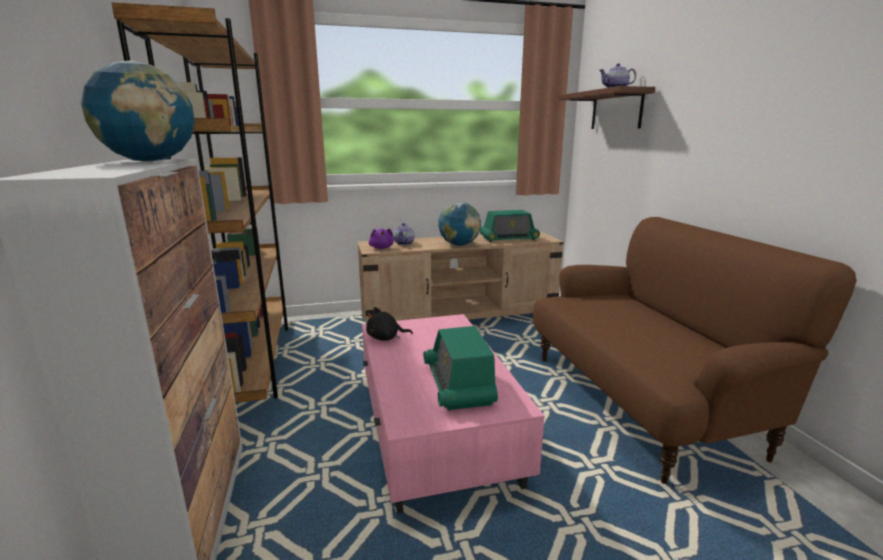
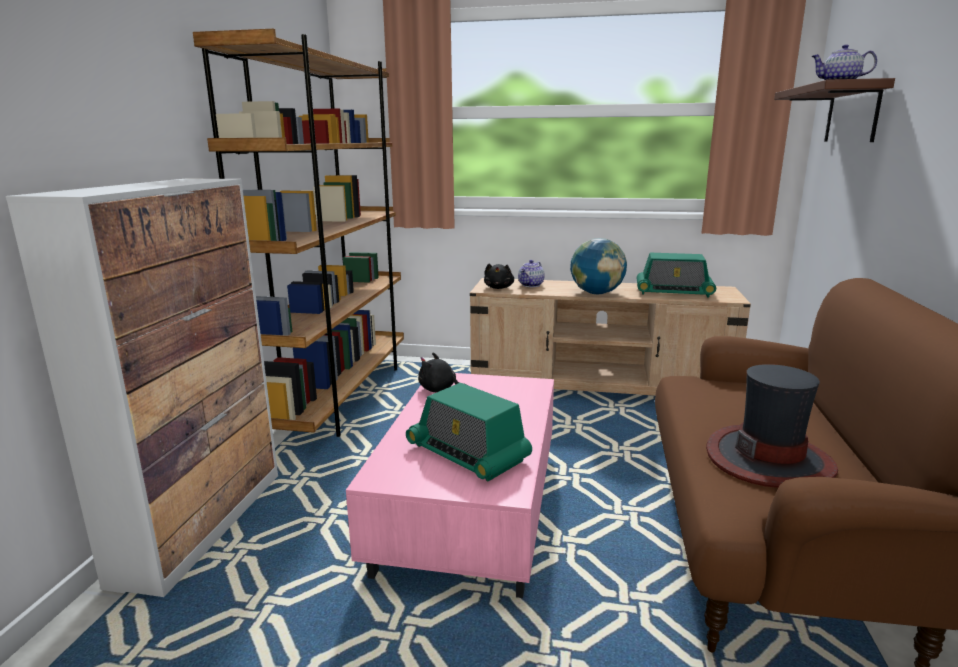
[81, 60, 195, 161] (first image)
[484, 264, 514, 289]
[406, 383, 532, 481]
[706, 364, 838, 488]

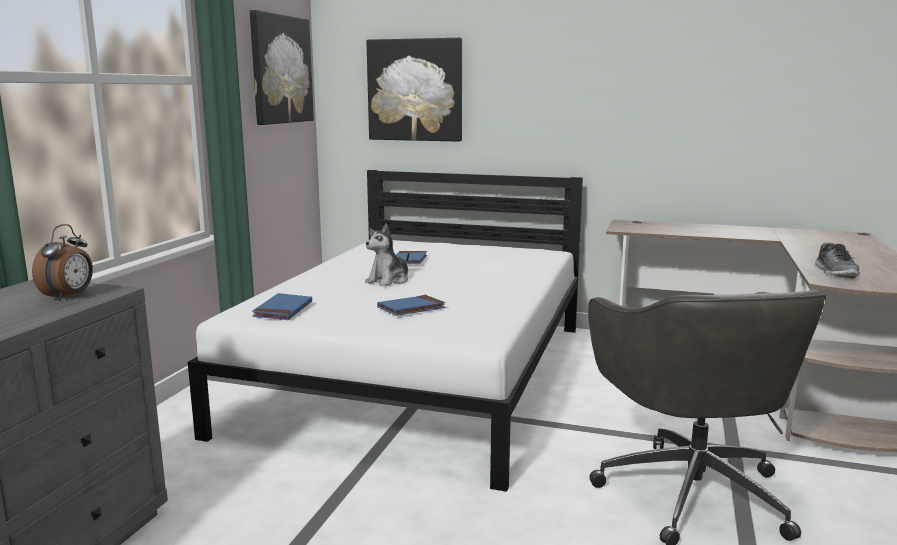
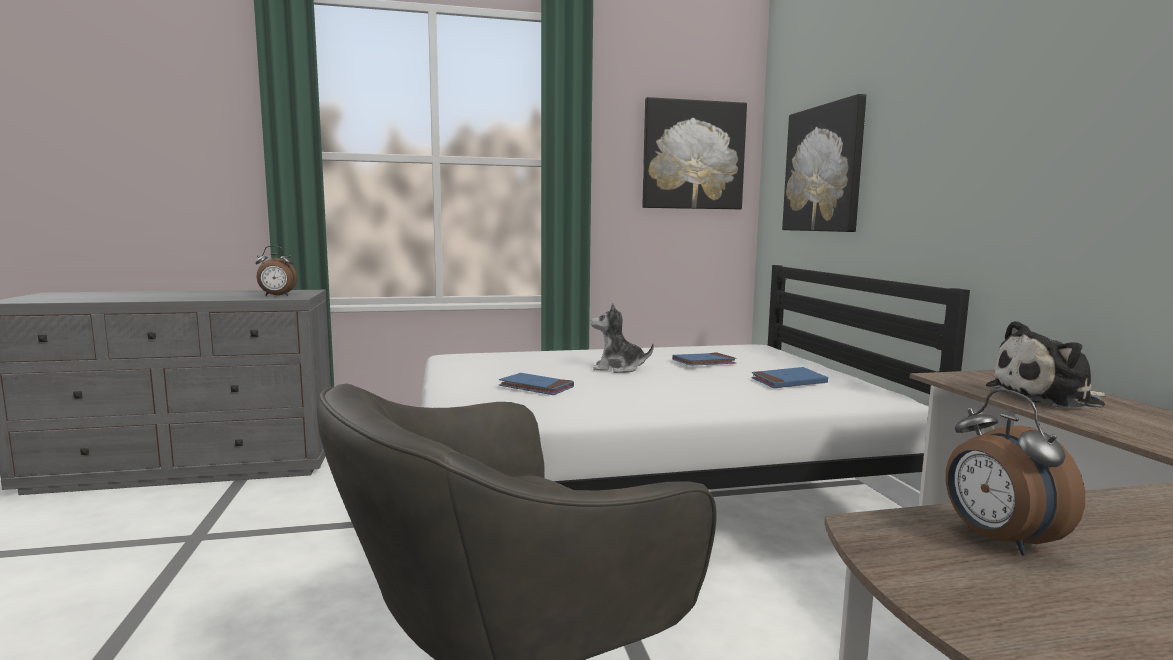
[946, 389, 1085, 556]
[751, 367, 828, 388]
[986, 321, 1106, 408]

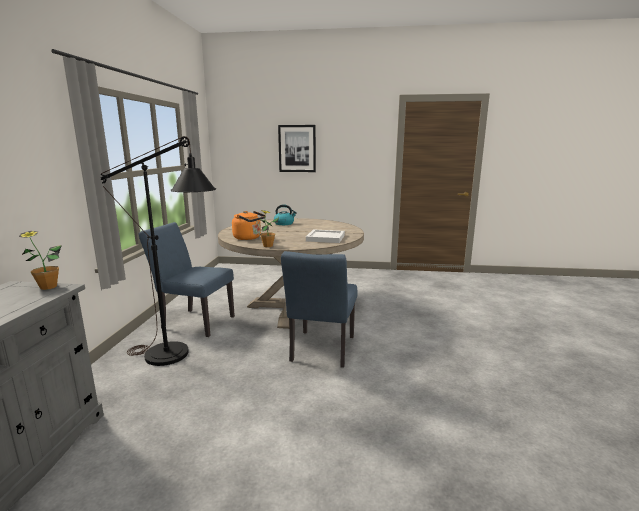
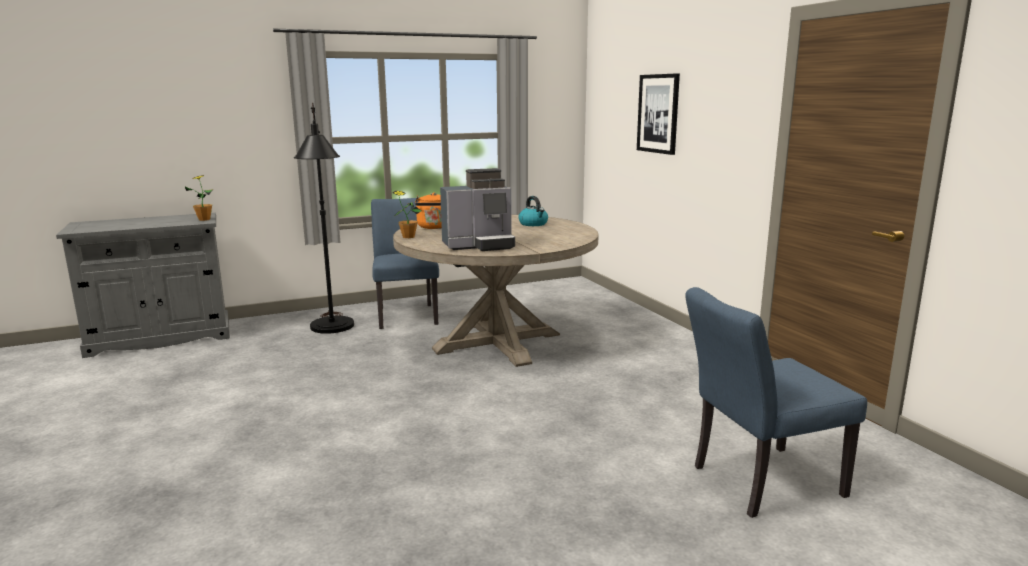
[440, 168, 515, 251]
[685, 287, 867, 518]

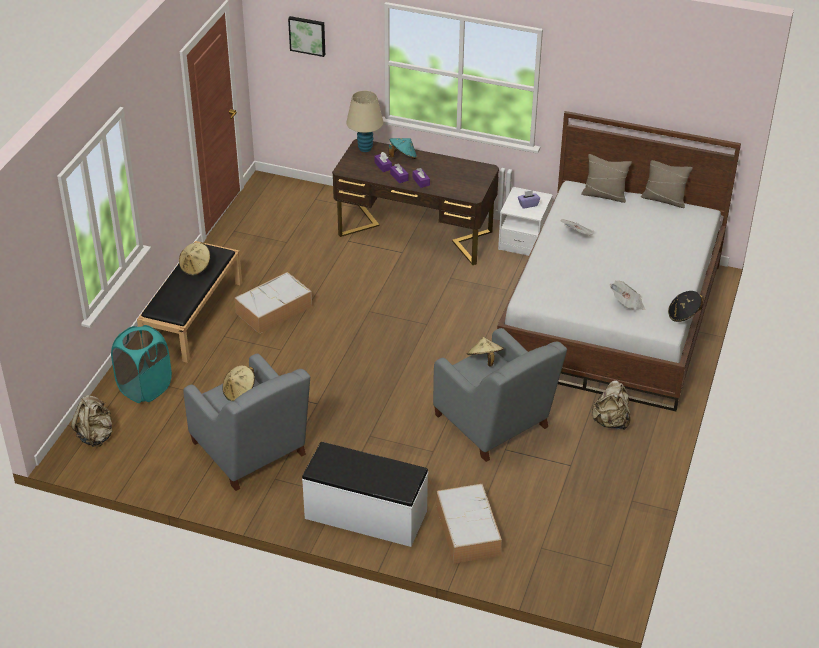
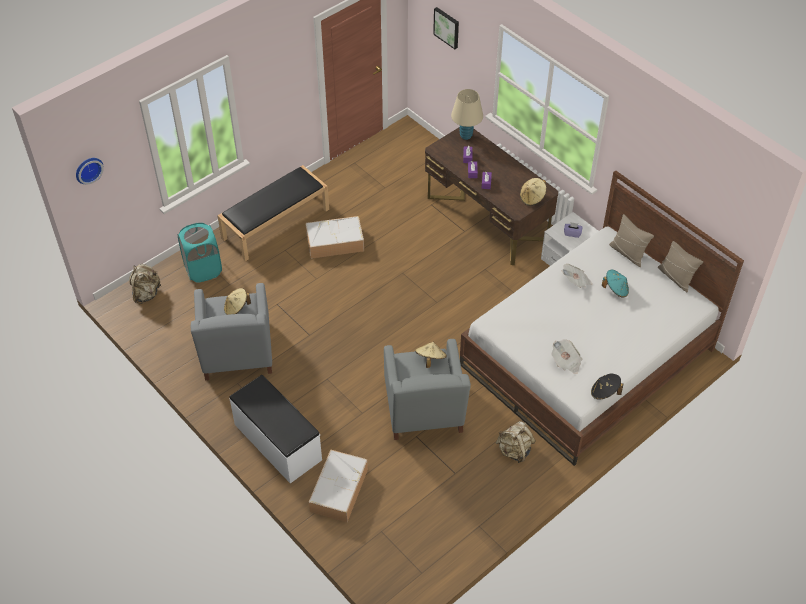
[602, 270, 629, 298]
[520, 178, 547, 206]
[76, 158, 104, 185]

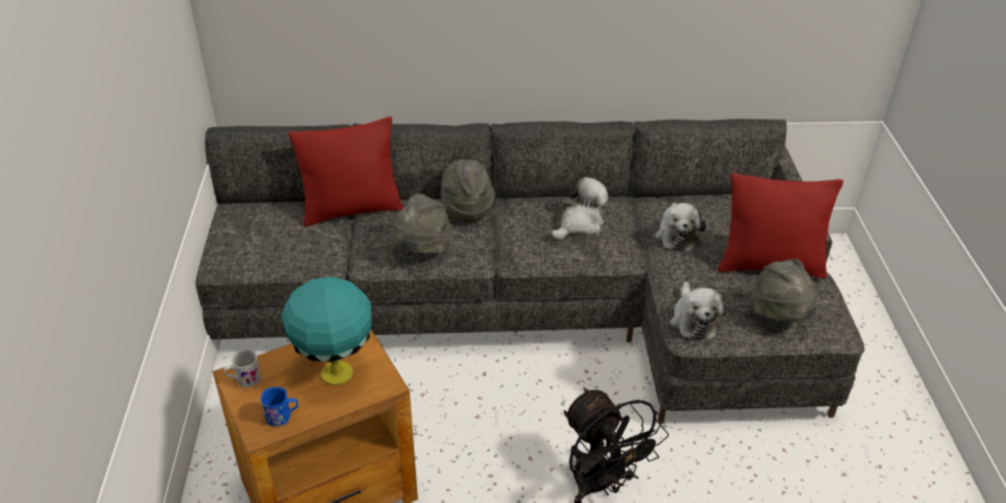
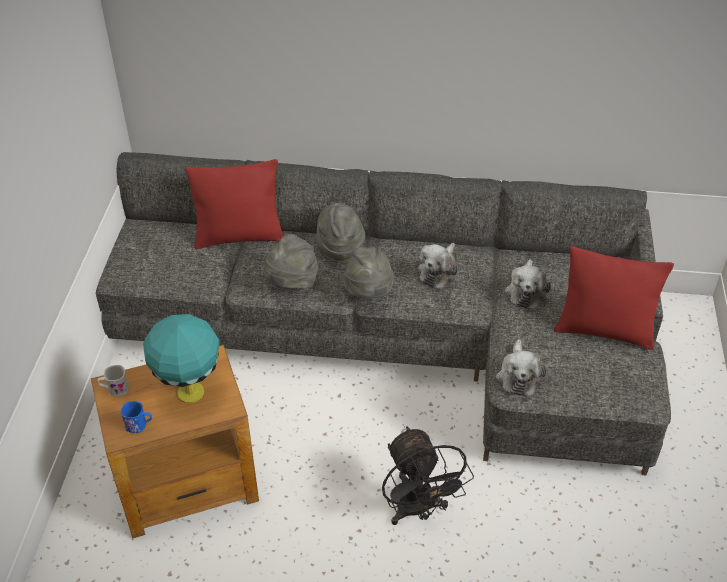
[418, 243, 458, 290]
[342, 246, 395, 298]

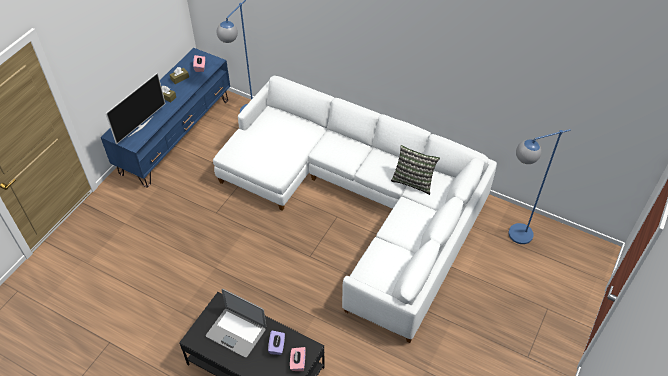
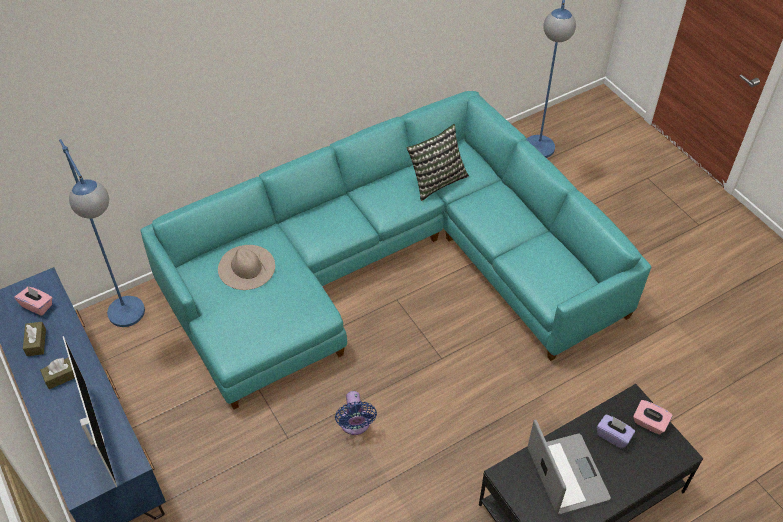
[141, 91, 651, 410]
[528, 419, 611, 515]
[218, 245, 275, 290]
[335, 391, 377, 435]

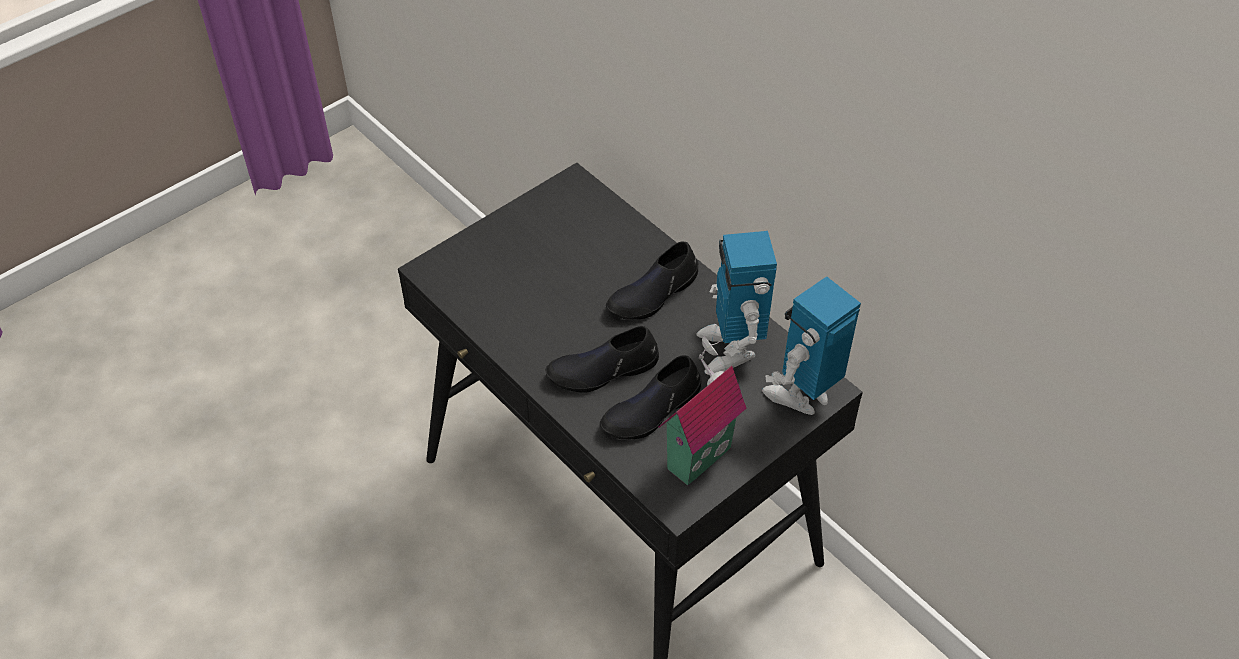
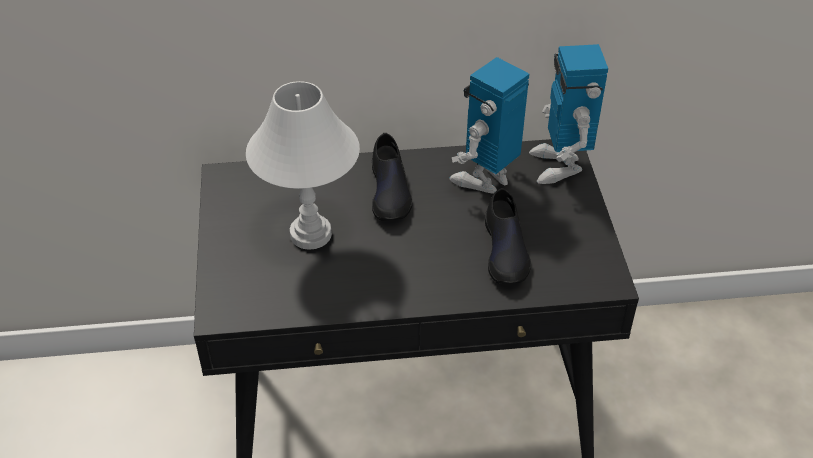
[449, 57, 530, 194]
[545, 326, 659, 393] (first image)
[658, 335, 746, 486] (first image)
[246, 81, 360, 250]

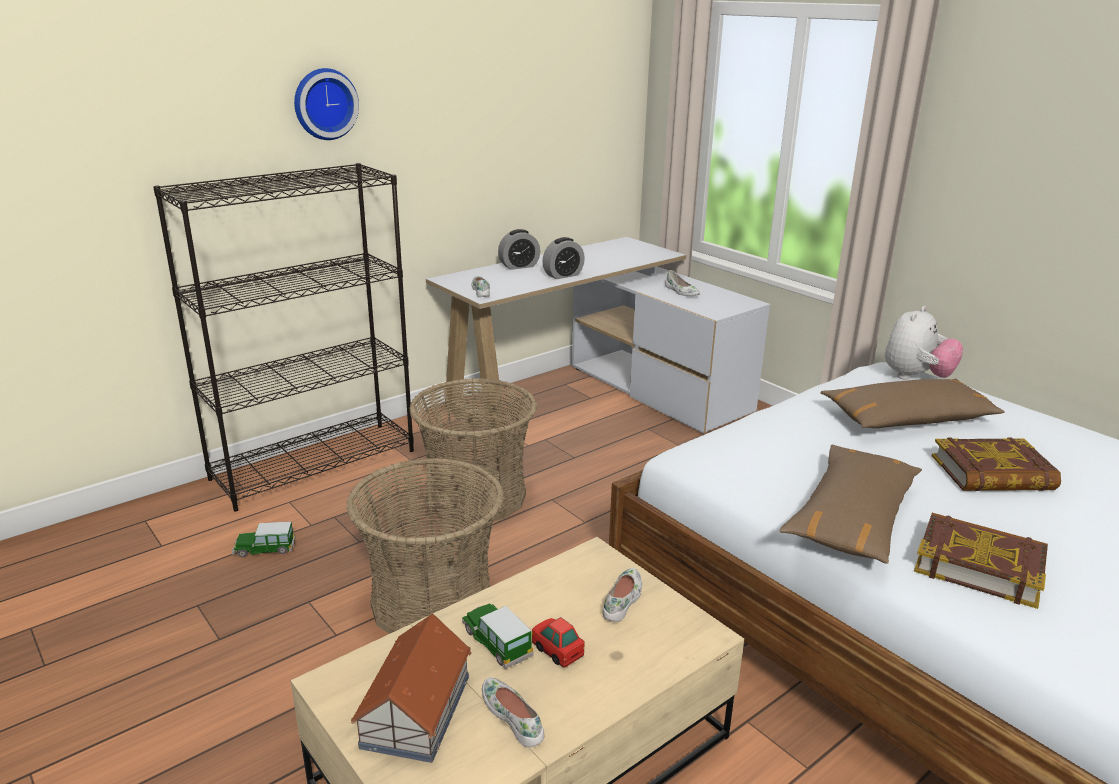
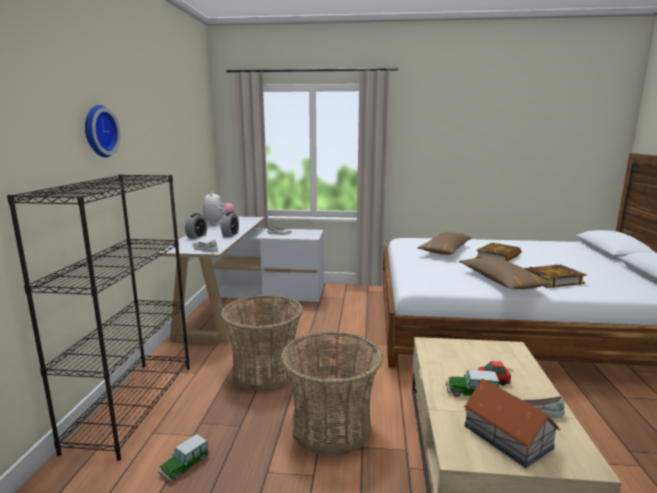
[203, 191, 234, 225]
[603, 568, 642, 622] (first image)

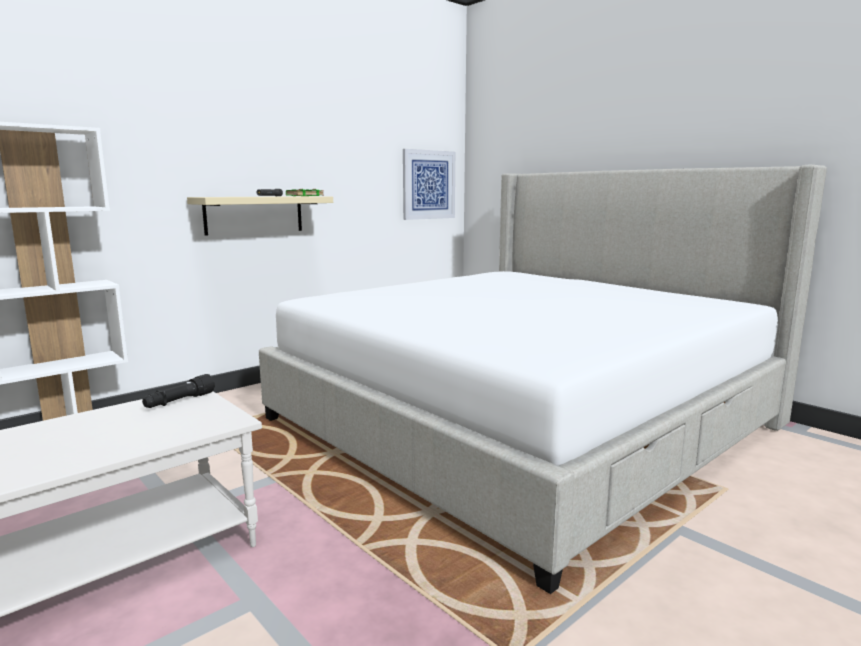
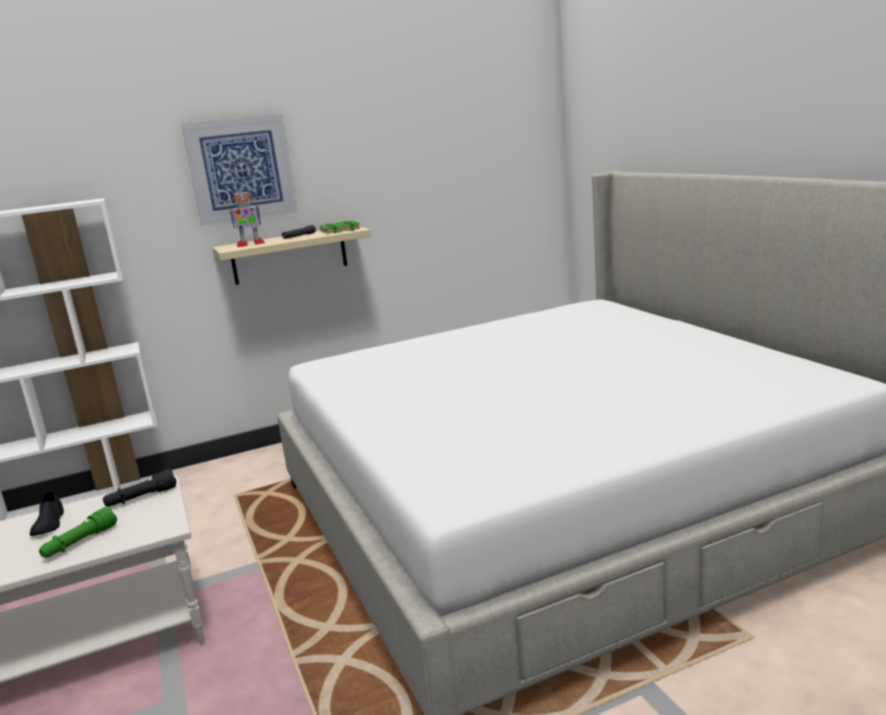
[181, 114, 298, 226]
[229, 190, 265, 247]
[30, 490, 64, 536]
[39, 507, 117, 558]

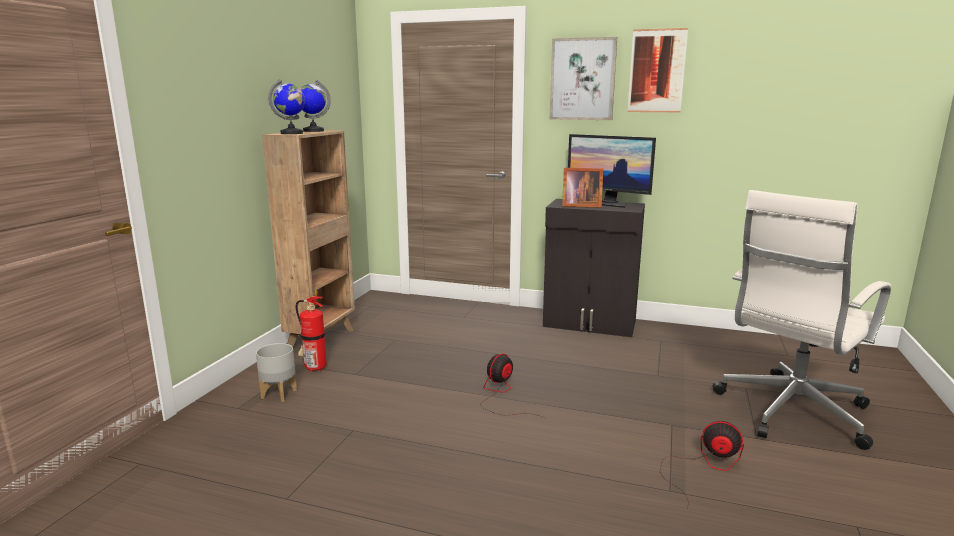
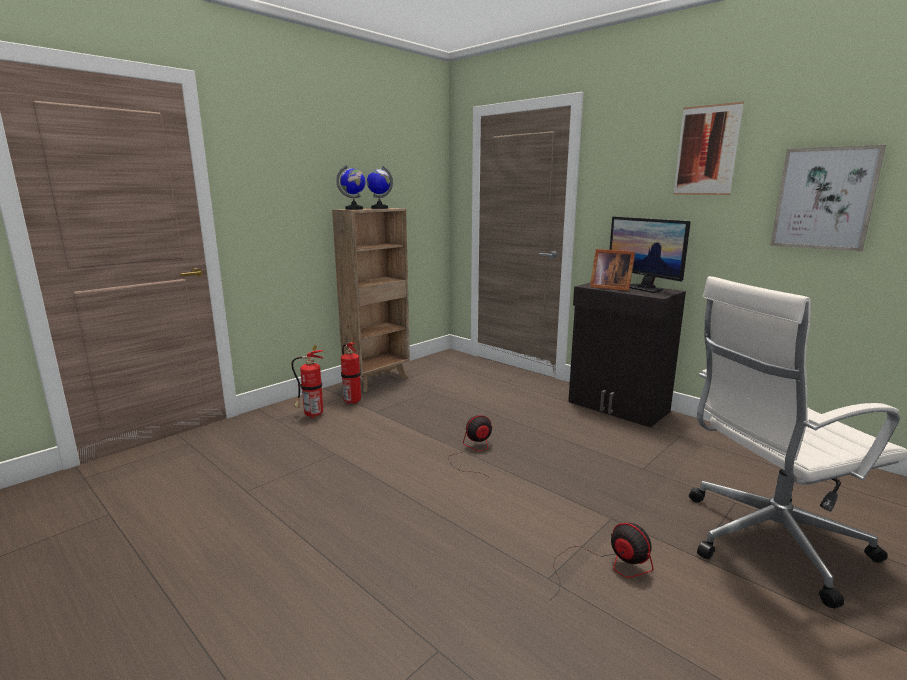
[770, 145, 886, 252]
[291, 345, 324, 418]

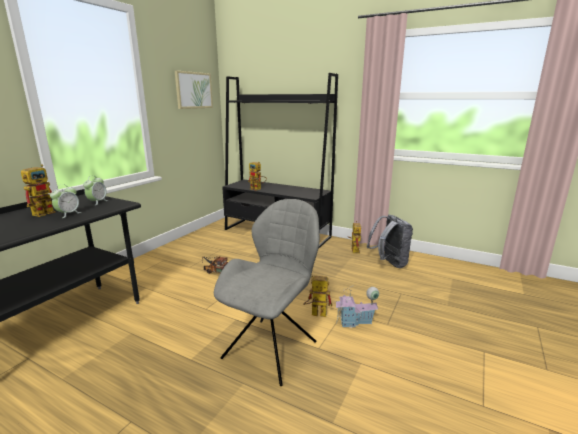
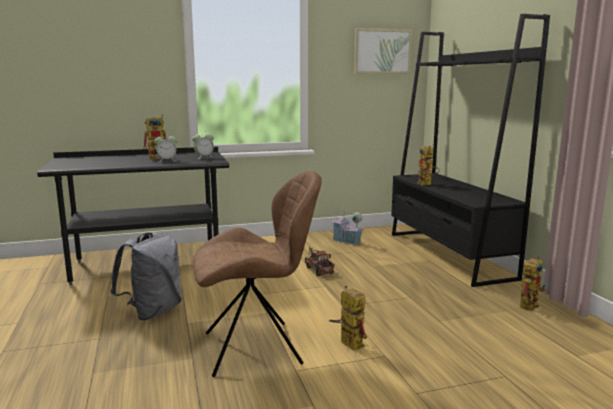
[193, 171, 322, 377]
[110, 233, 182, 320]
[332, 208, 364, 245]

